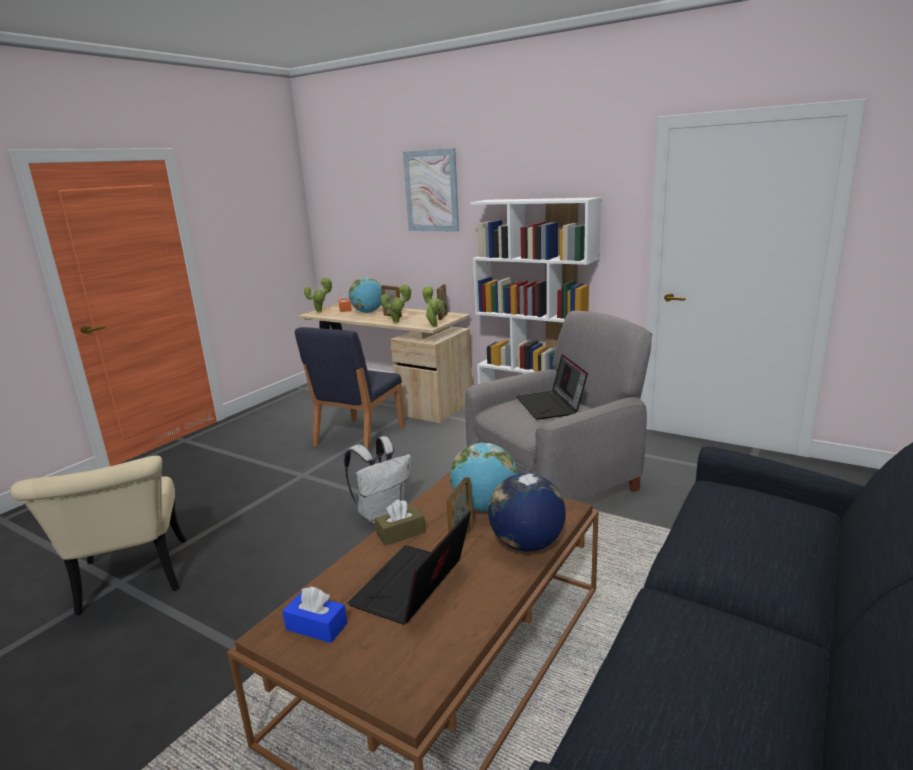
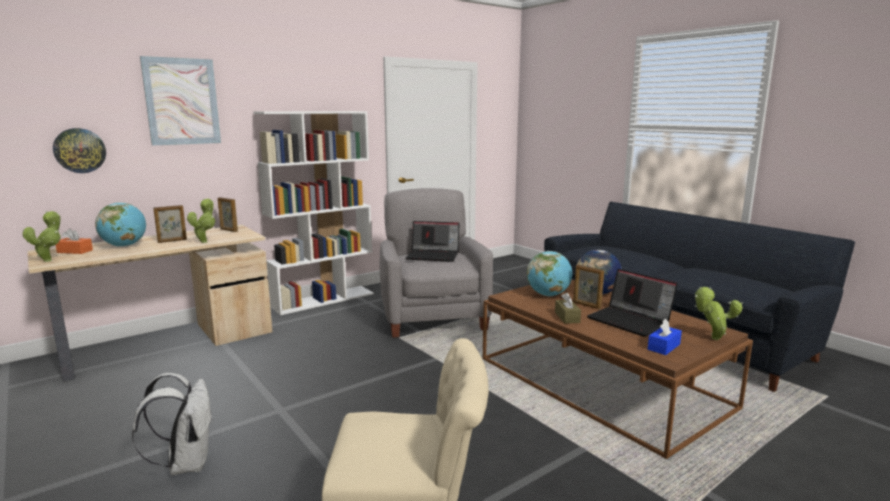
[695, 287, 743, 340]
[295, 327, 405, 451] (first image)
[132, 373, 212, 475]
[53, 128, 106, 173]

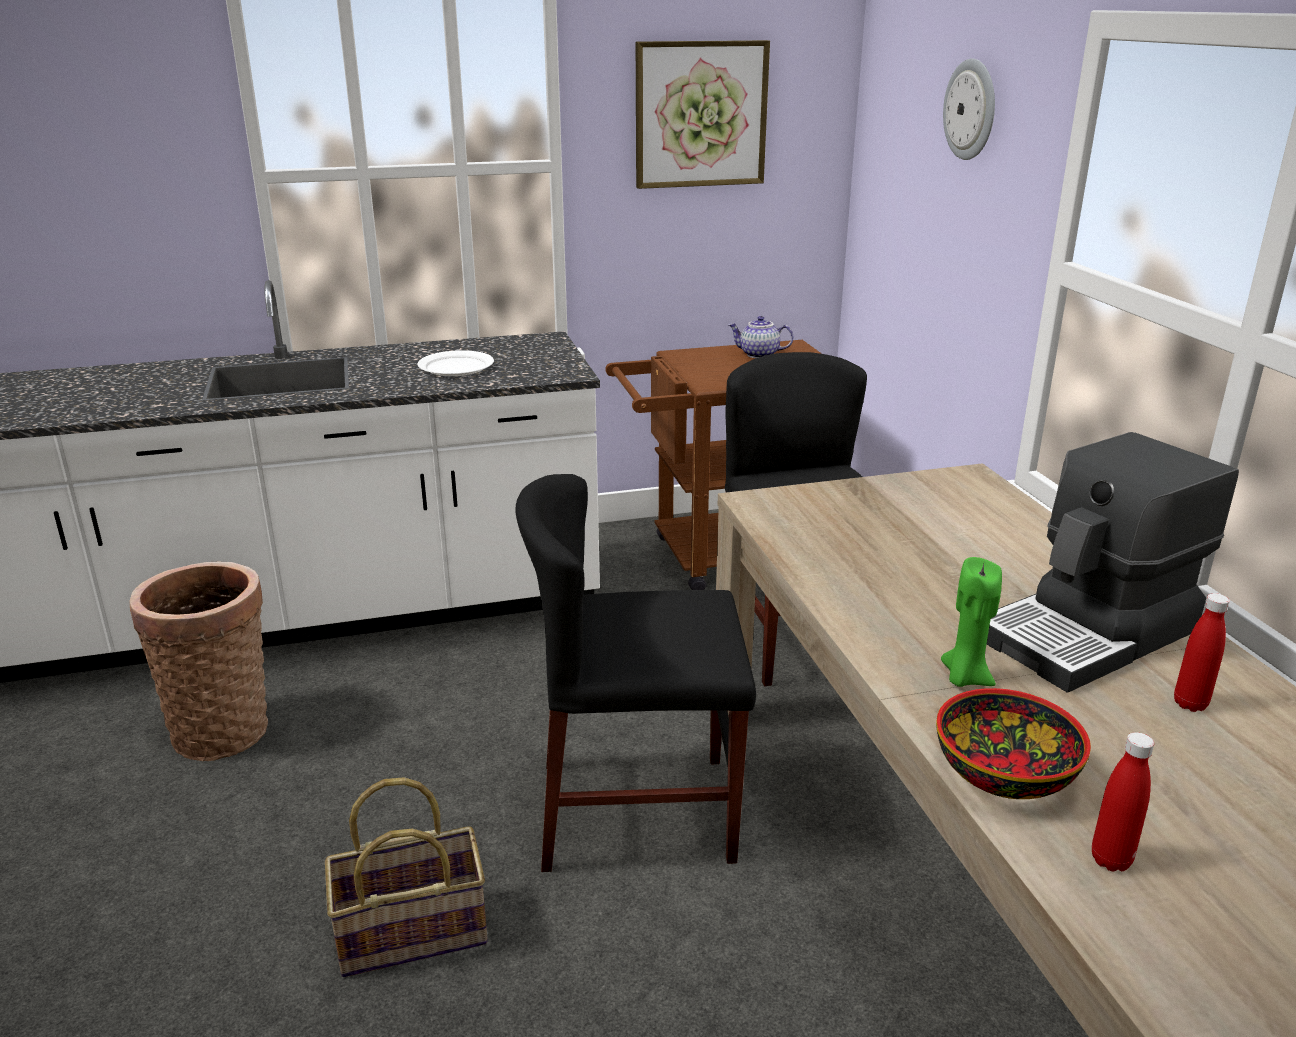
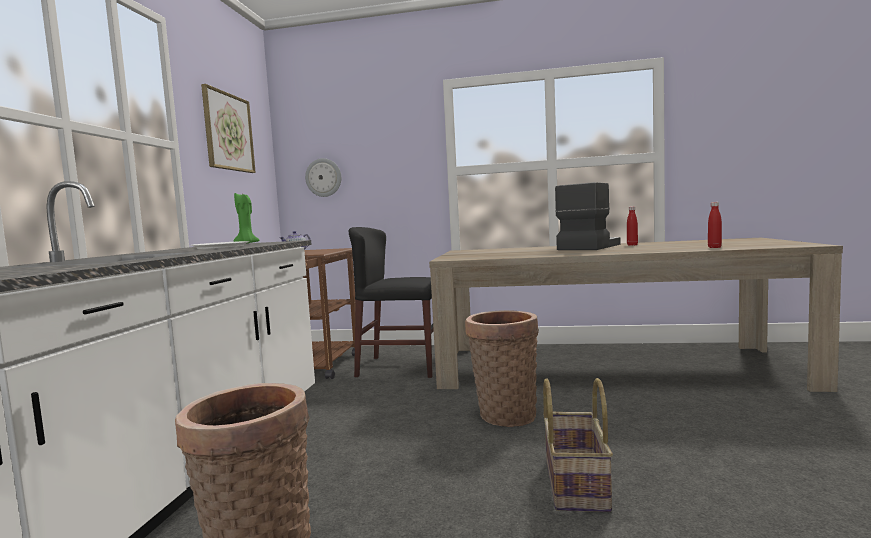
[305, 158, 341, 197]
[555, 182, 620, 250]
[465, 310, 539, 427]
[233, 193, 260, 243]
[936, 688, 1091, 799] (first image)

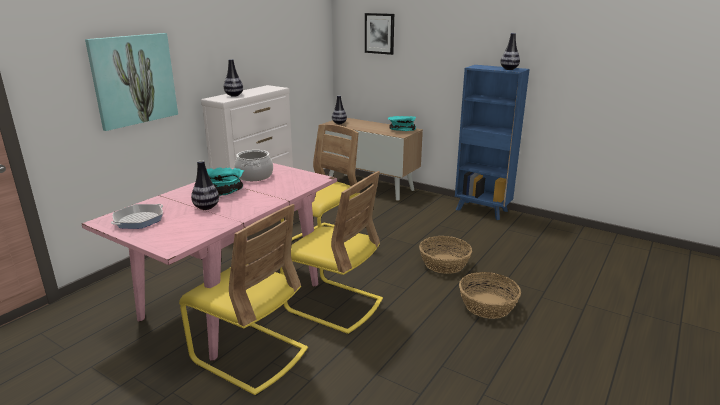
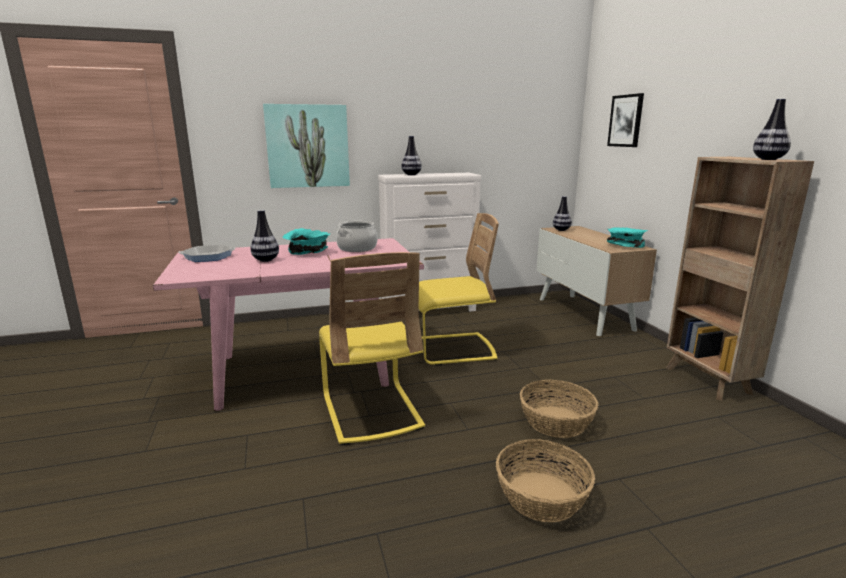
[666, 157, 814, 400]
[179, 204, 308, 396] (first image)

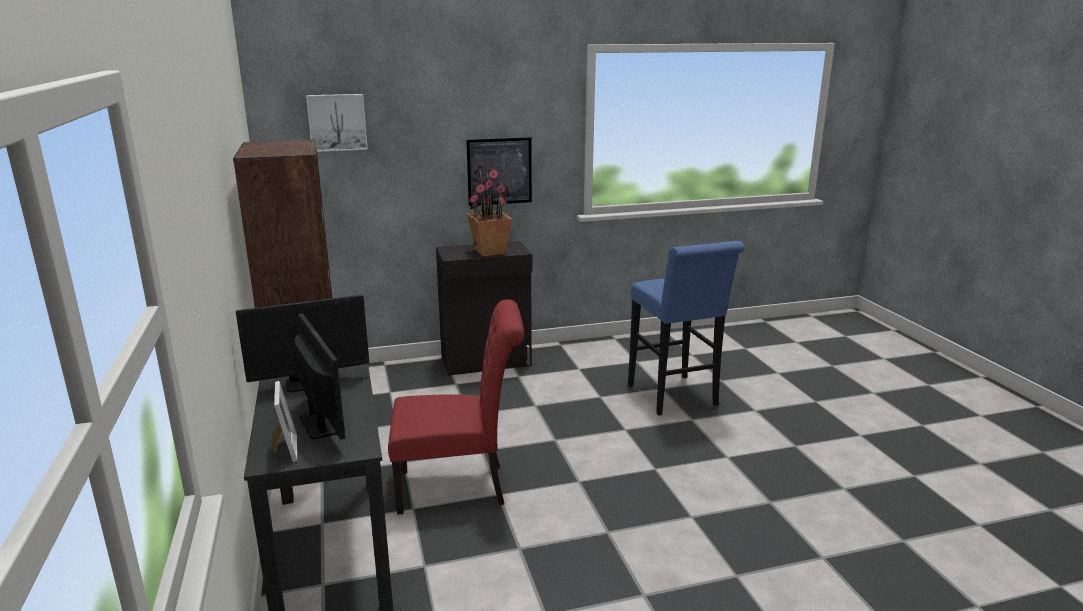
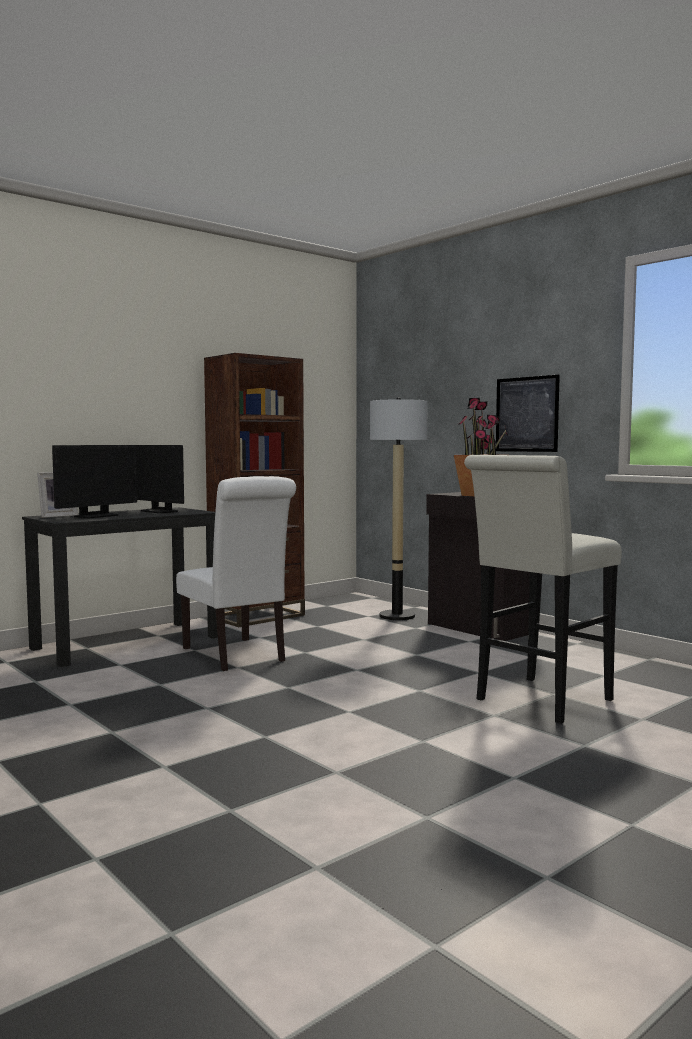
[306, 94, 368, 152] (first image)
[464, 455, 622, 724]
[176, 476, 296, 671]
[370, 397, 428, 620]

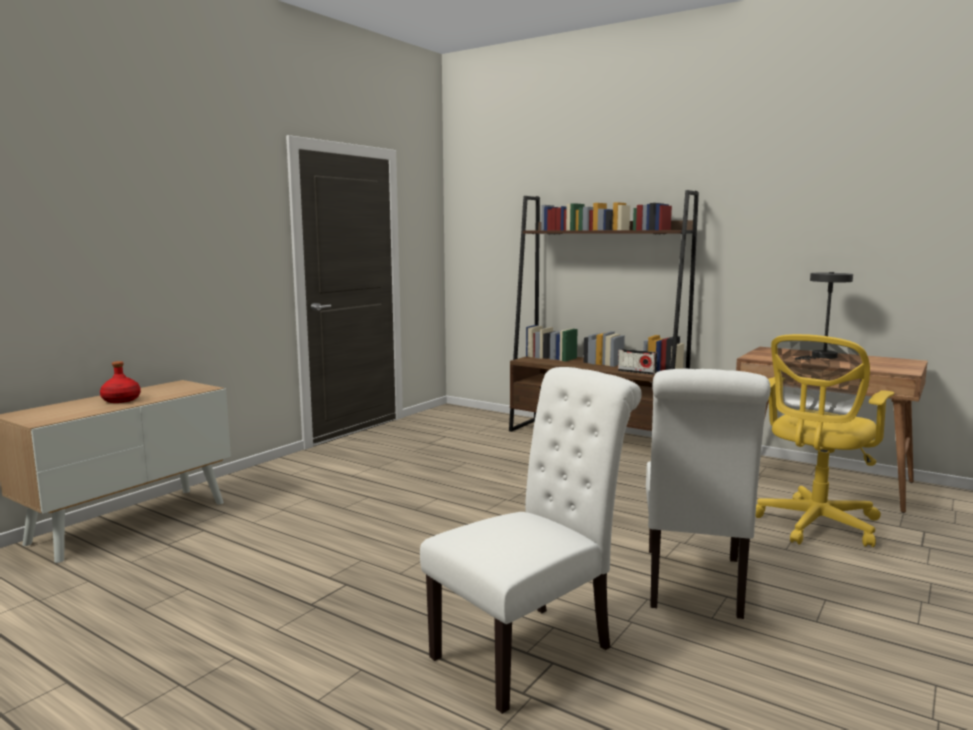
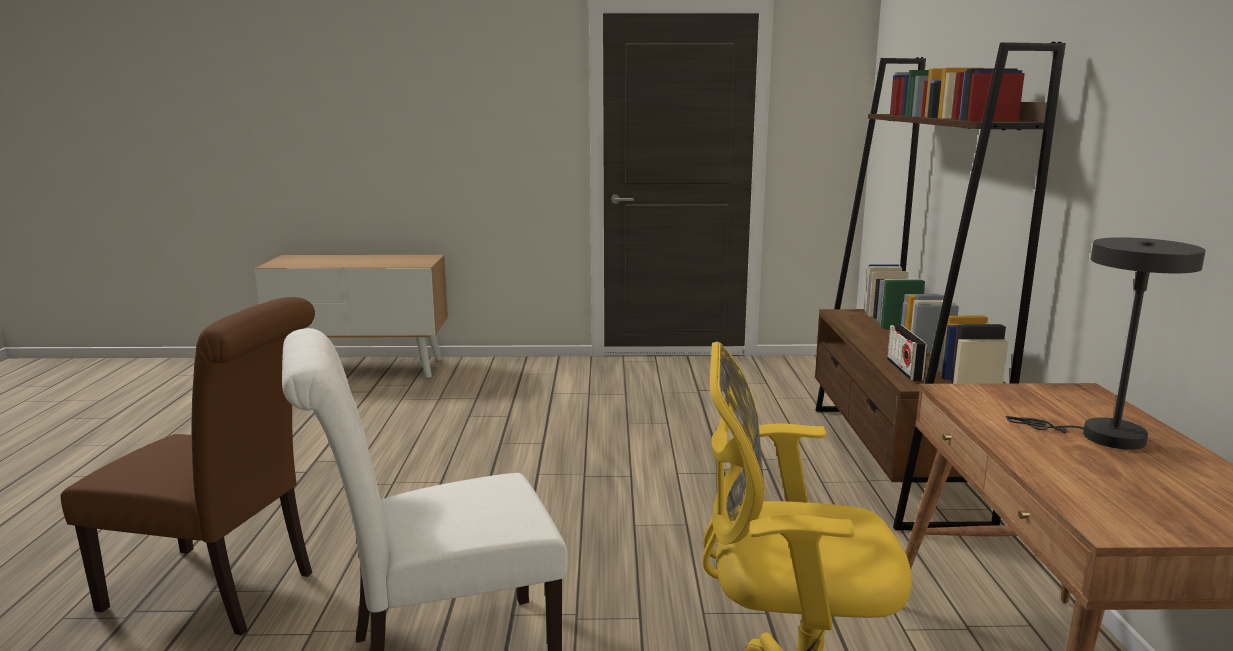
[100, 361, 141, 403] (first image)
[61, 297, 315, 635]

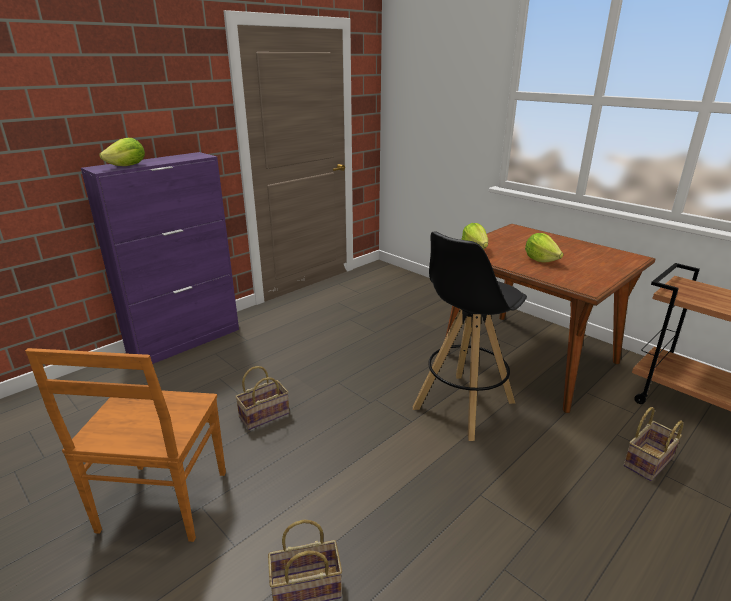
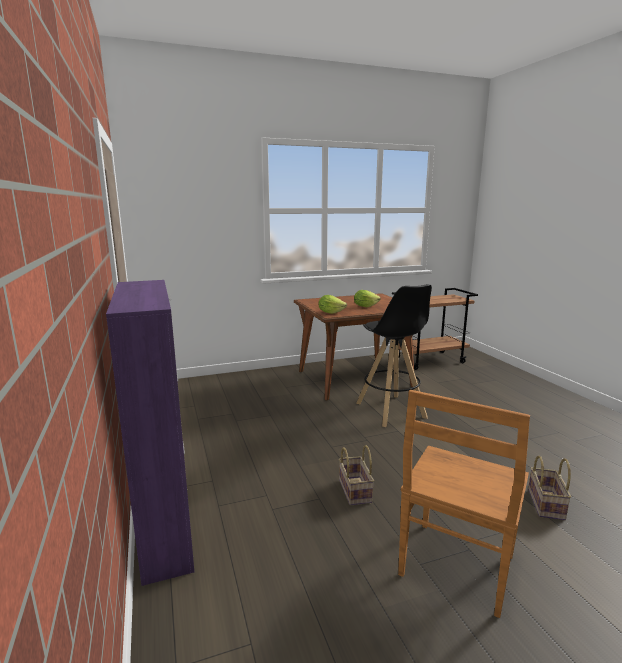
[99, 138, 145, 166] (first image)
[398, 390, 530, 618]
[624, 407, 683, 481] (first image)

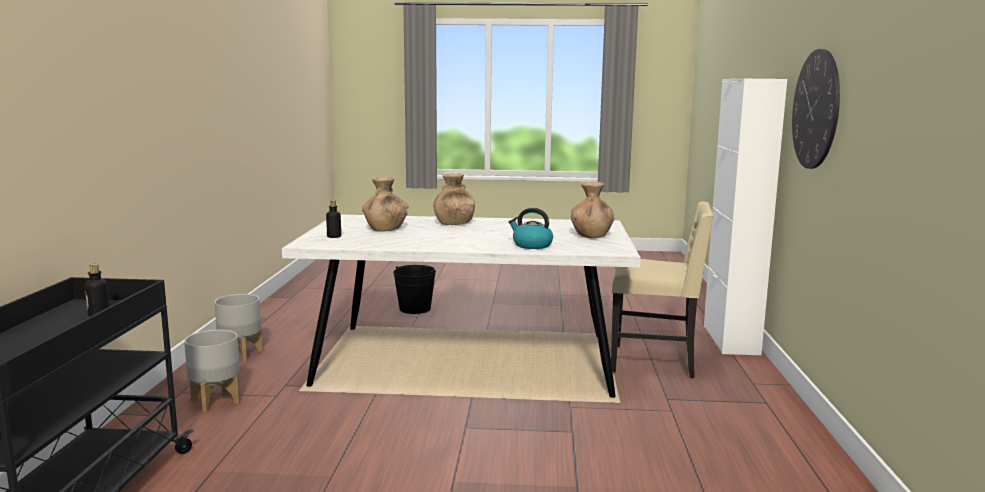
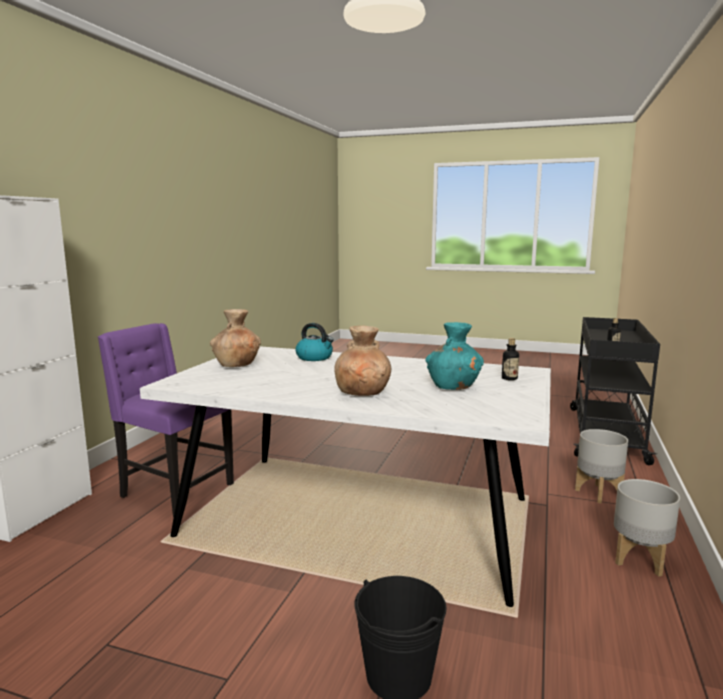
[792, 49, 840, 169] (first image)
[426, 322, 484, 390]
[98, 323, 234, 517]

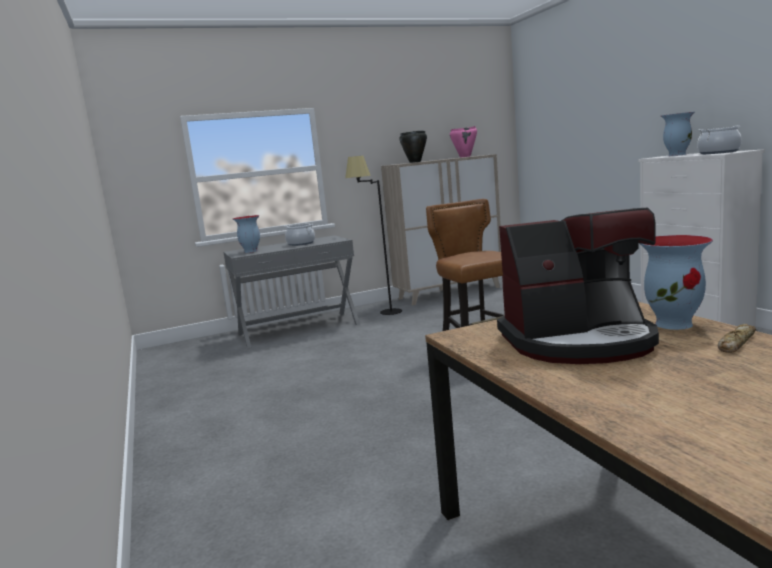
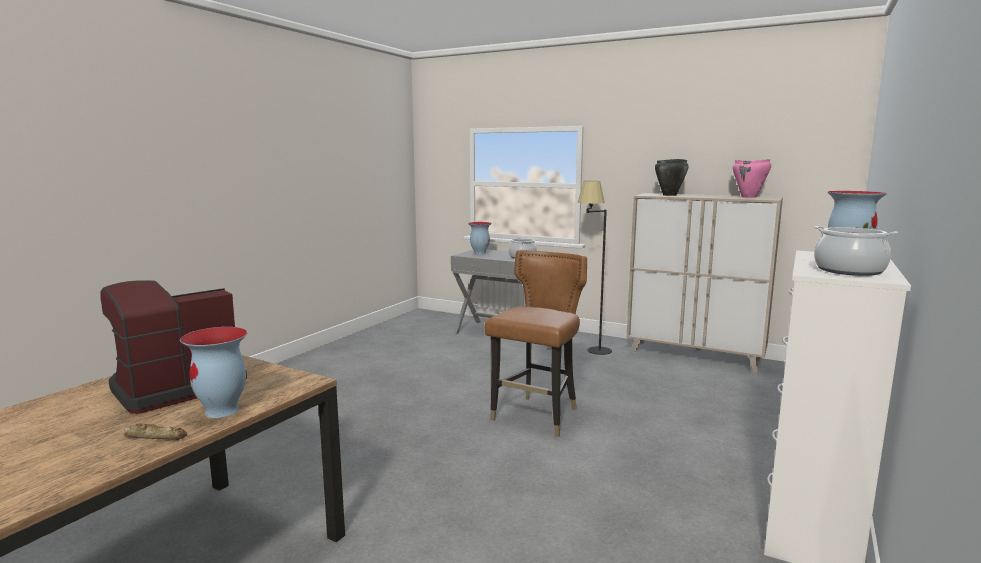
[100, 280, 247, 414]

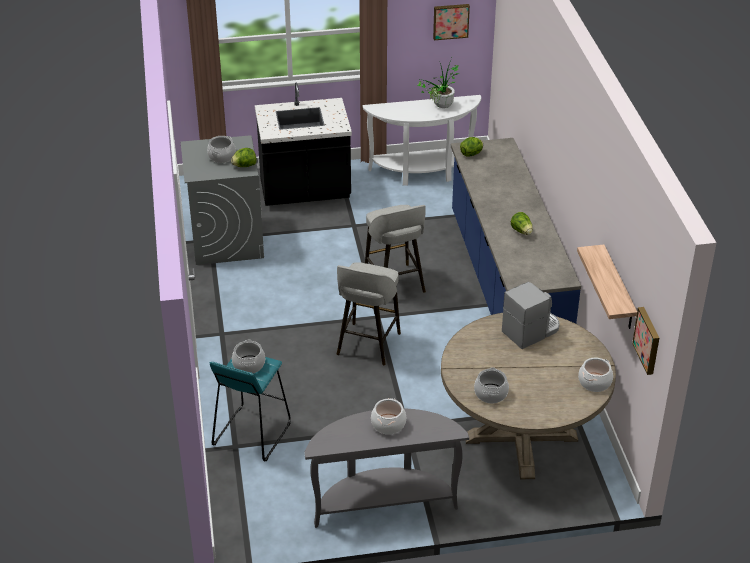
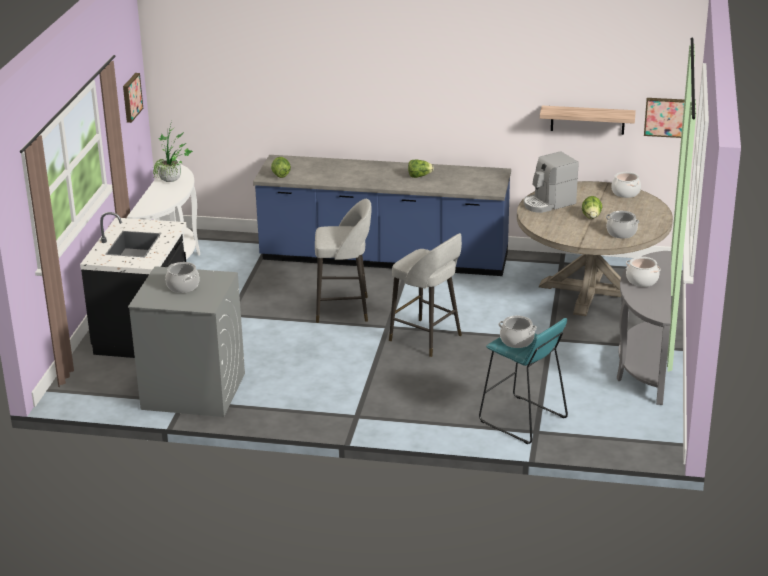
[582, 196, 602, 219]
[524, 151, 579, 213]

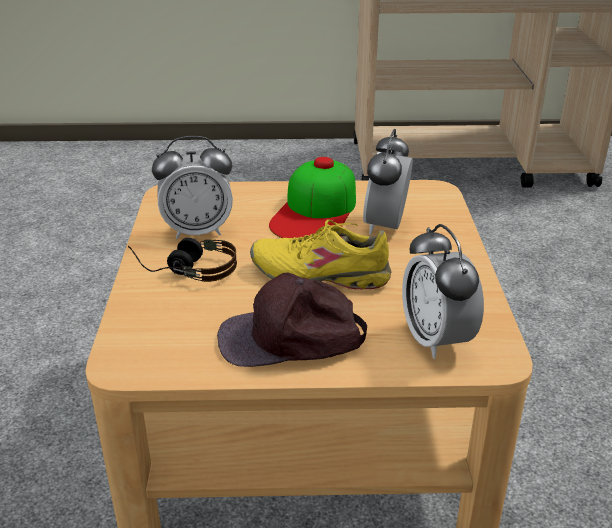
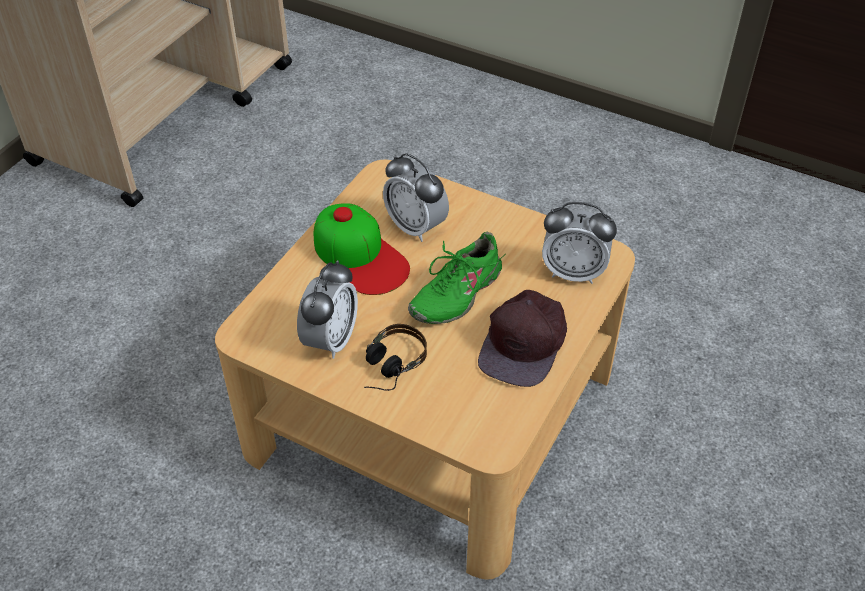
[408, 232, 505, 324]

